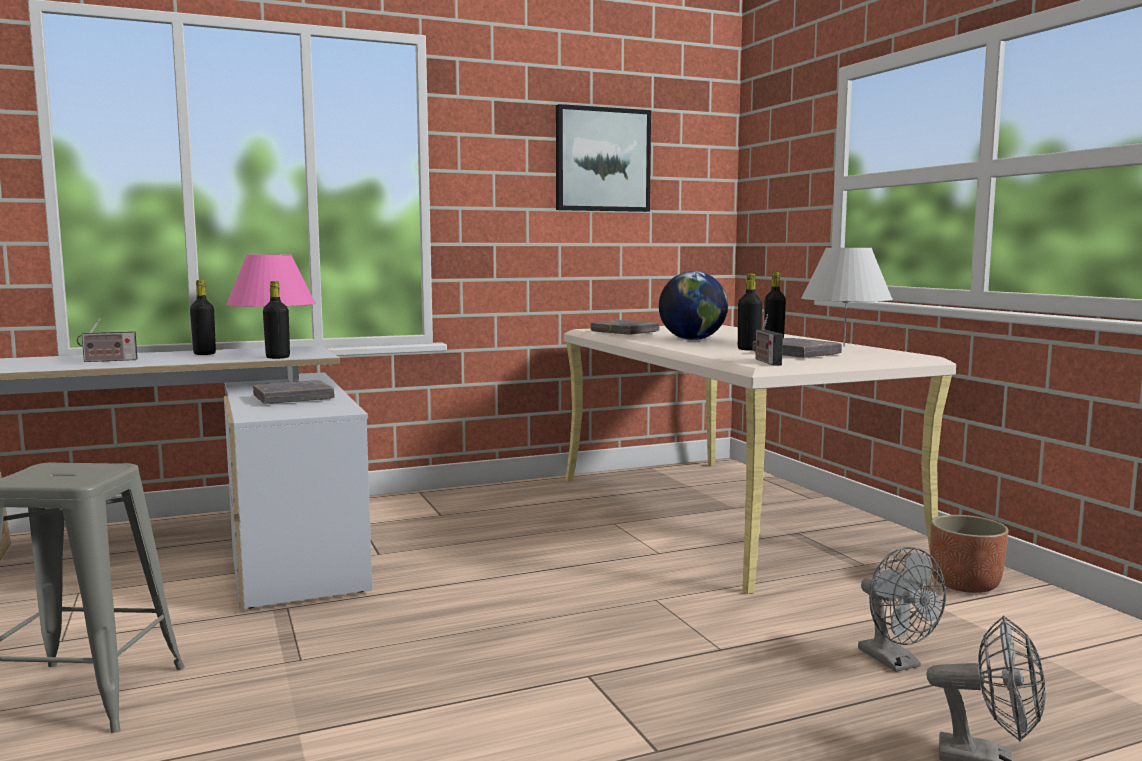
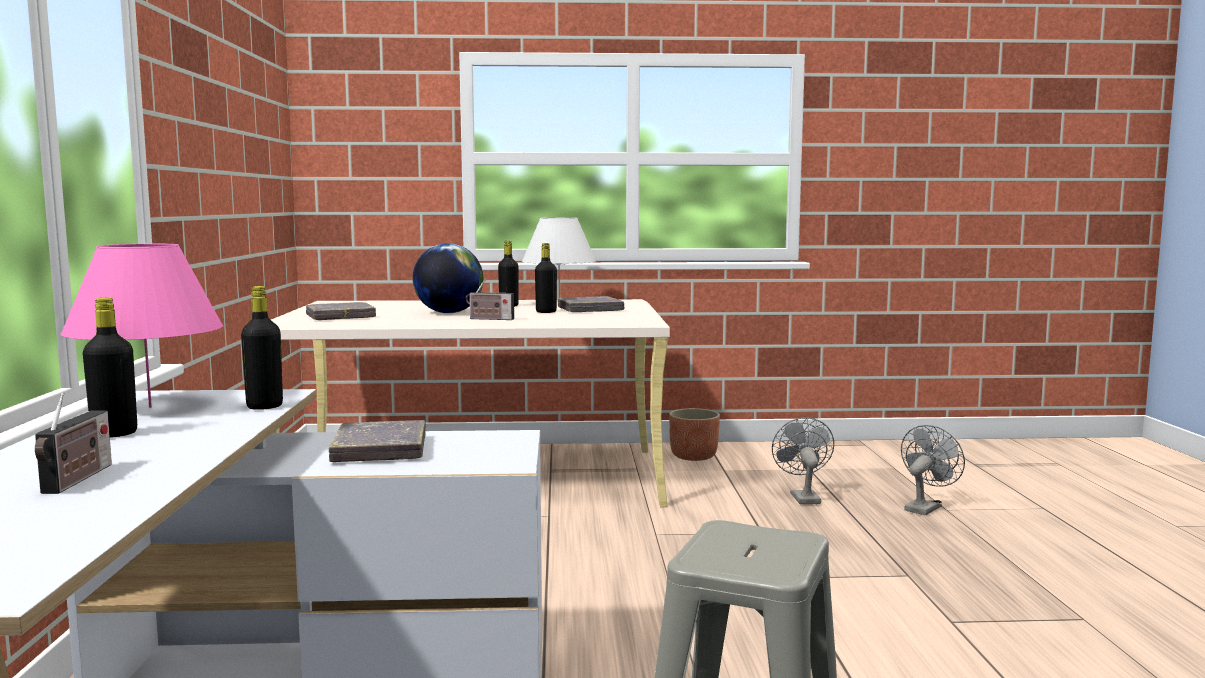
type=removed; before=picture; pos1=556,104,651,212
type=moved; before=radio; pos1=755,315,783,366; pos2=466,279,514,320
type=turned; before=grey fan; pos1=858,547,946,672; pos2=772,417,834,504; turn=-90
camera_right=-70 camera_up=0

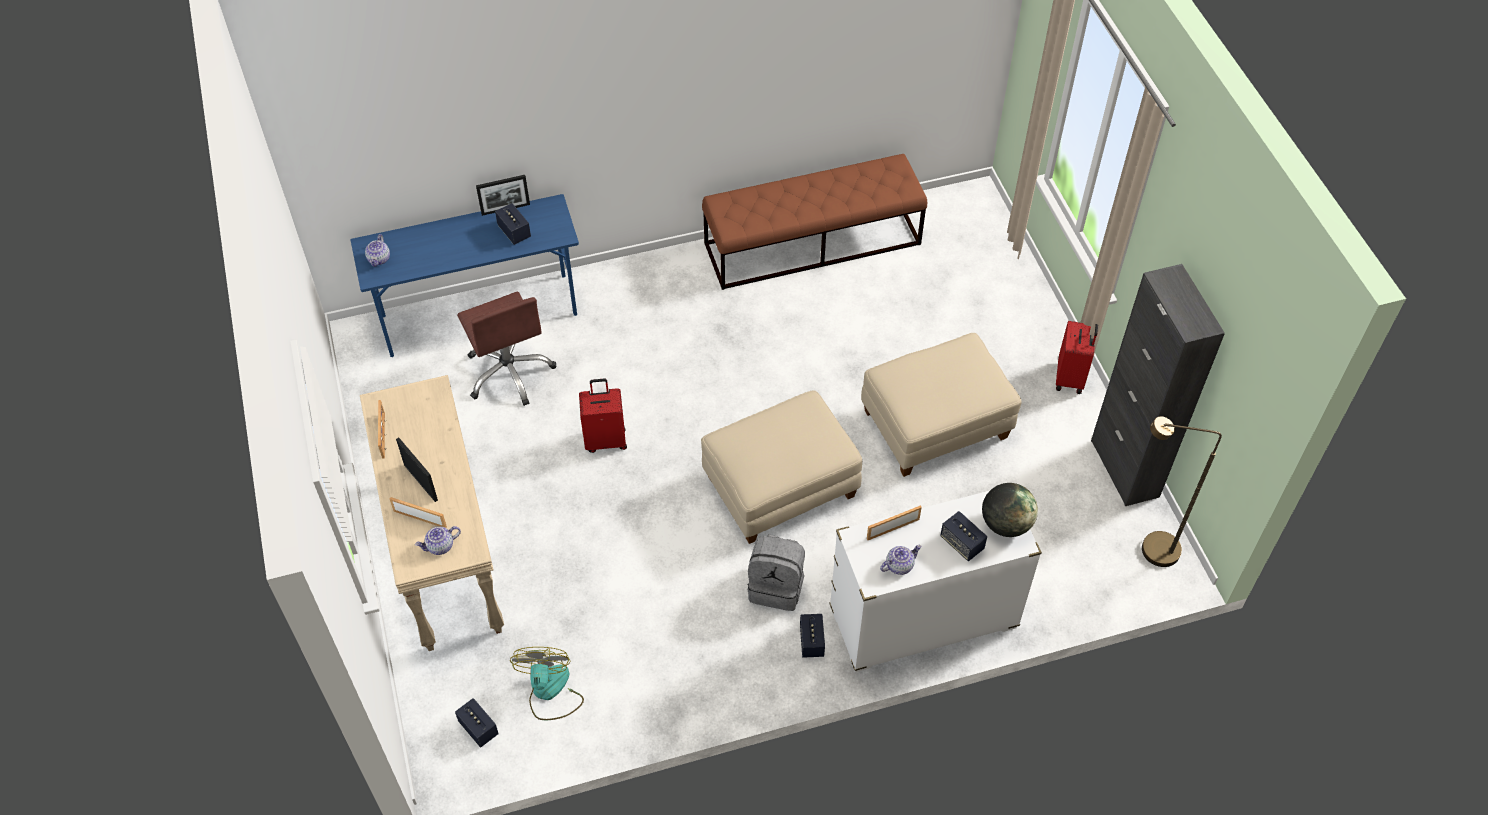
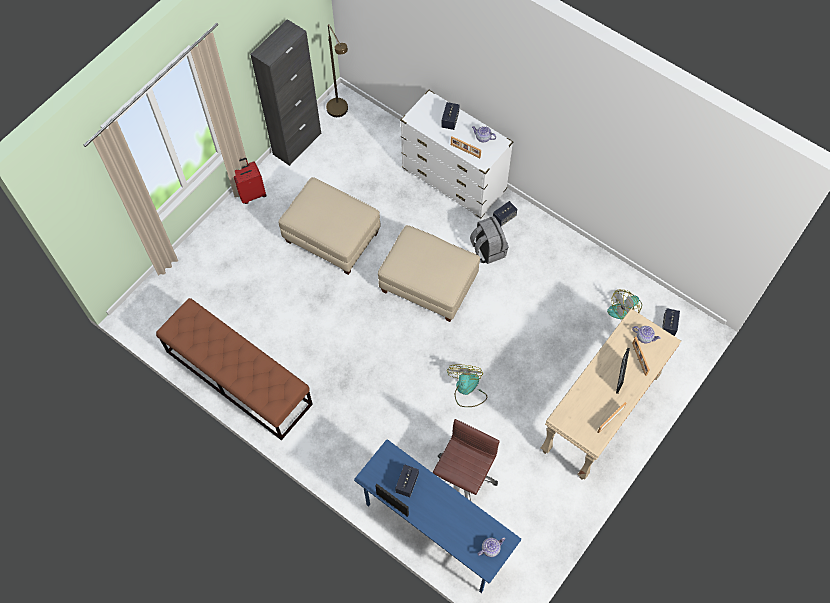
type=replaced; before=red suitcase; after=fan; pos1=579,379,627,453; pos2=447,365,487,407
type=removed; before=globe; pos1=982,483,1038,537
camera_right=-125 camera_up=10

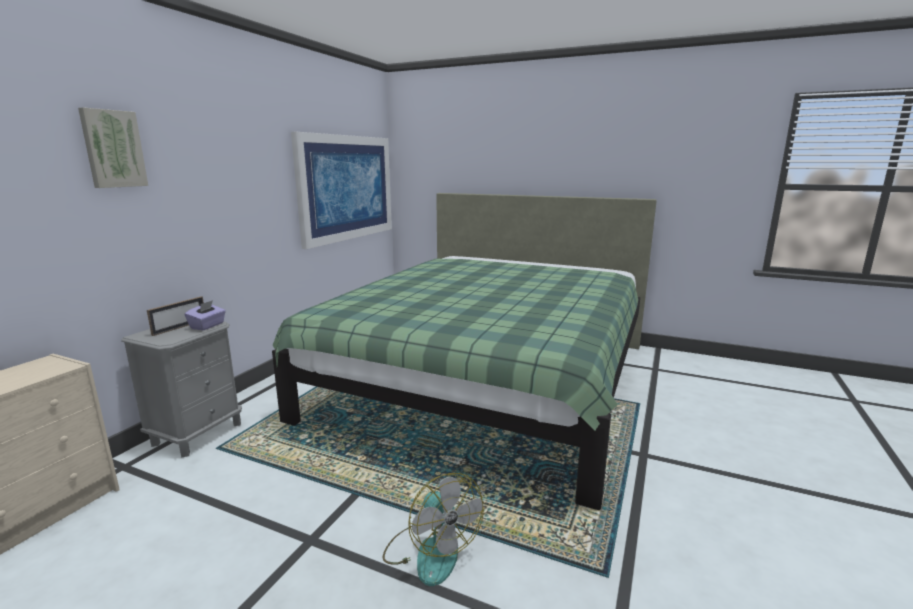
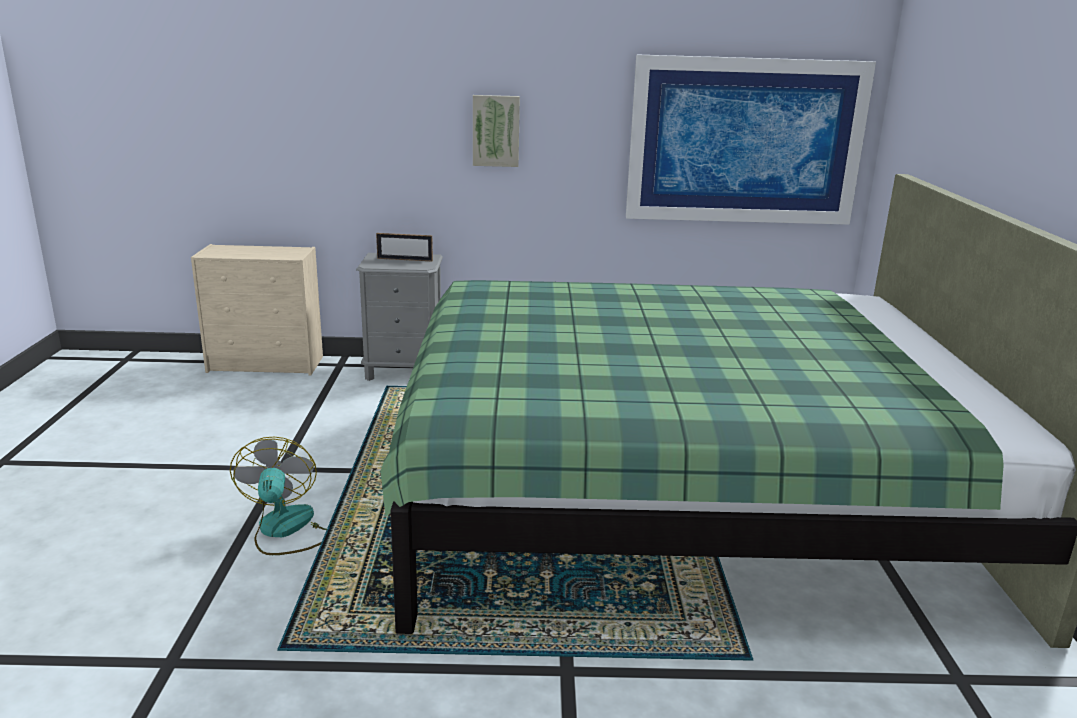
type=moved; before=picture; pos1=78,107,148,188; pos2=473,95,520,167
type=removed; before=purple tissue box; pos1=185,300,226,330
type=turned; before=fan; pos1=383,473,484,586; pos2=230,437,327,555; turn=135
camera_right=65 camera_up=5

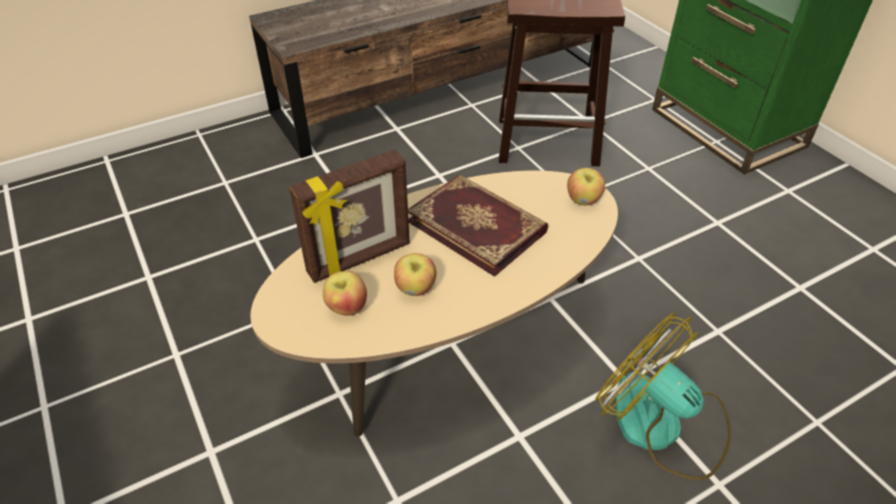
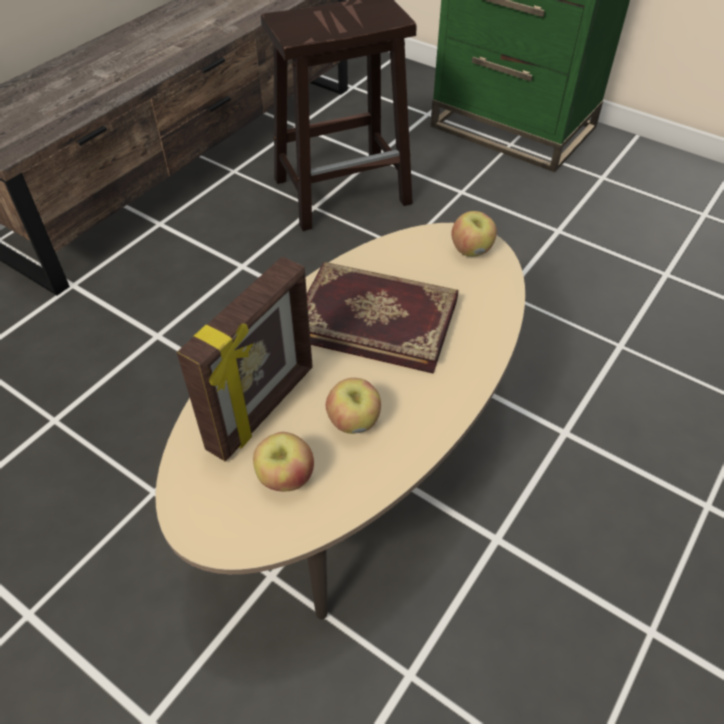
type=removed; before=fan; pos1=595,313,731,480
camera_right=-25 camera_up=5

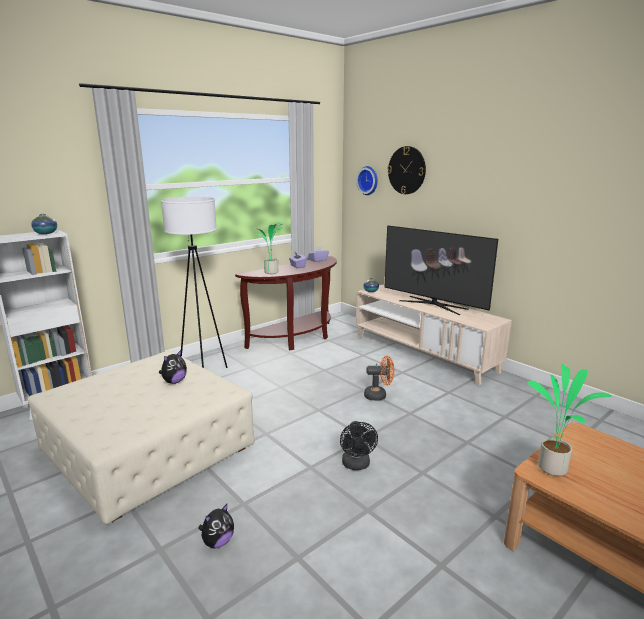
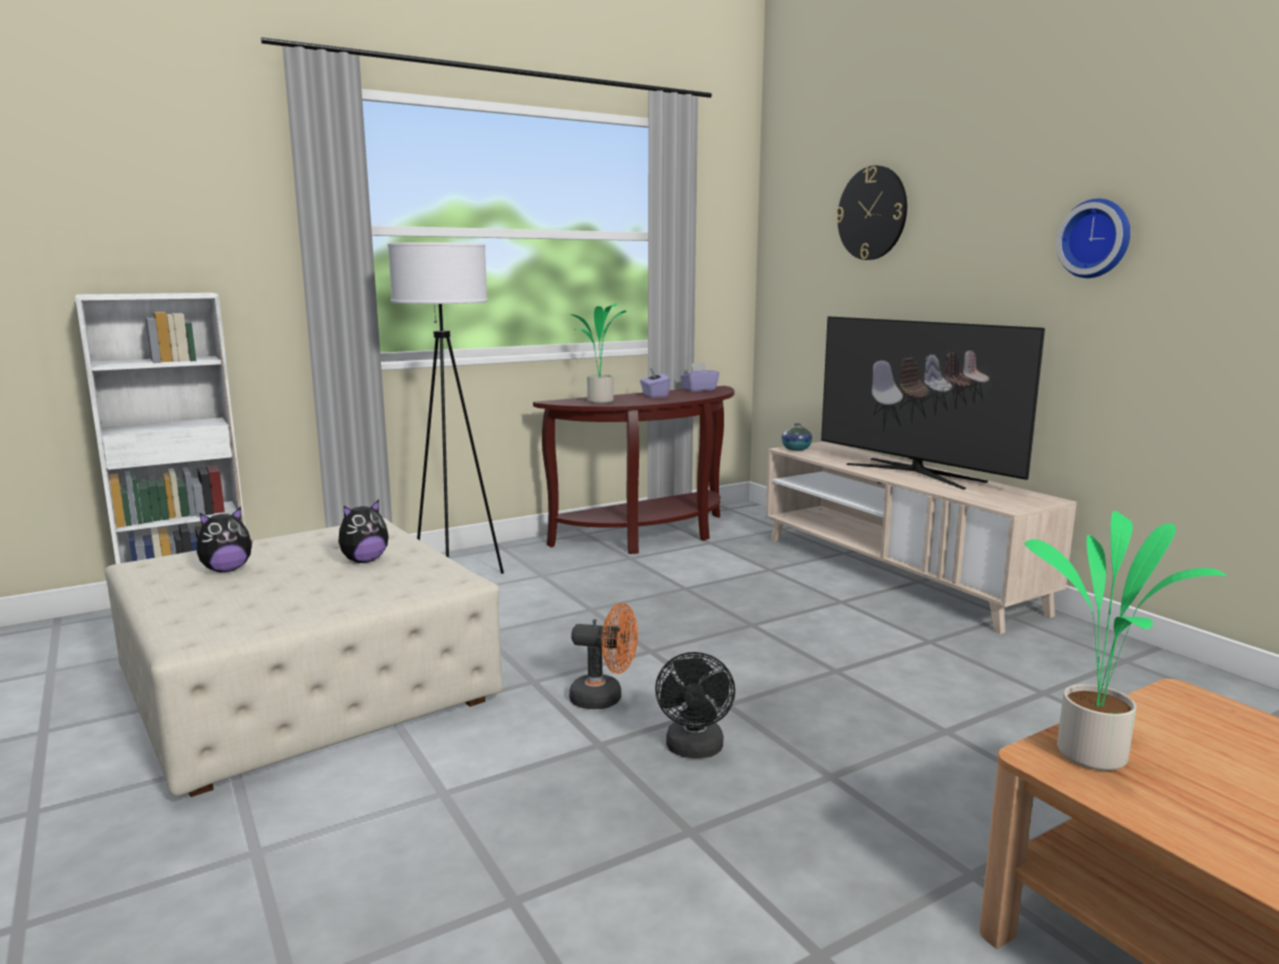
type=moved; before=wall clock; pos1=356,166,378,195; pos2=1056,199,1130,278
type=removed; before=vase; pos1=31,214,57,234
type=moved; before=orange fan; pos1=364,356,394,401; pos2=569,603,638,709
type=moved; before=plush toy; pos1=198,504,234,549; pos2=197,507,253,572
camera_right=10 camera_up=-5

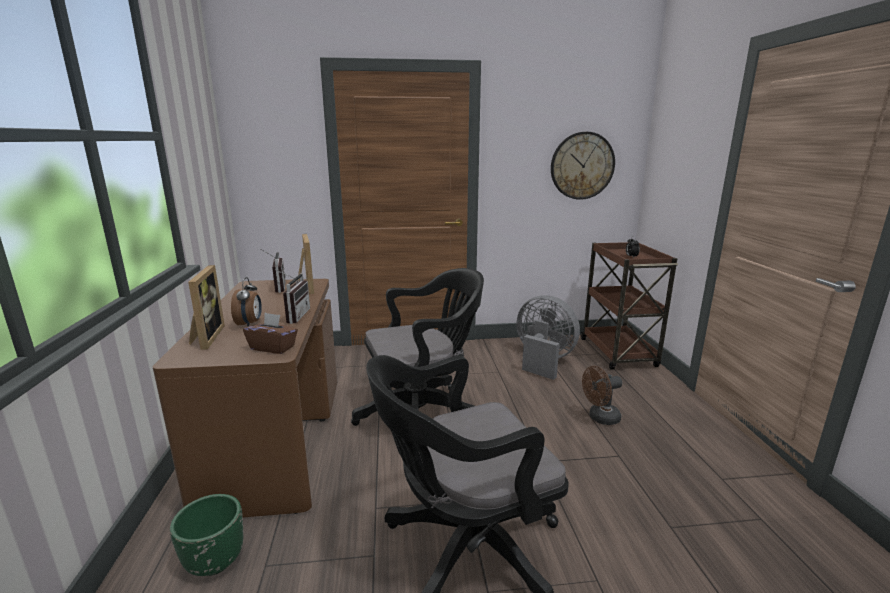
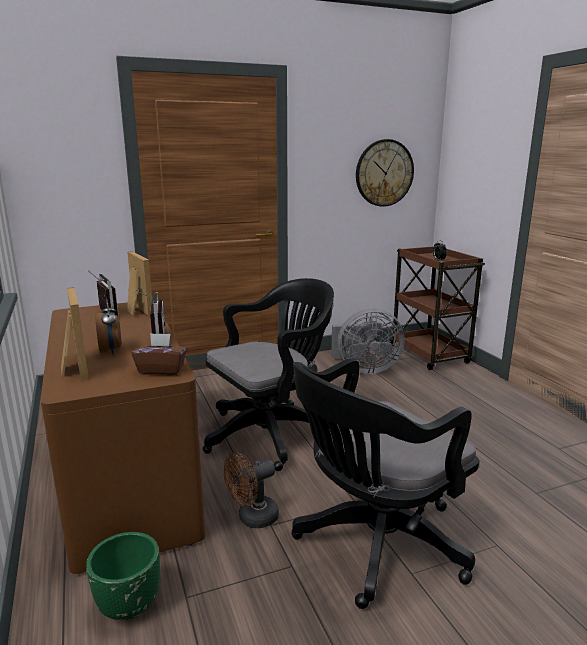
type=turned; before=grey fan; pos1=517,295,580,380; pos2=331,308,405,374; turn=150
type=moved; before=brown fan; pos1=582,366,622,425; pos2=224,452,279,528
camera_right=-15 camera_up=0

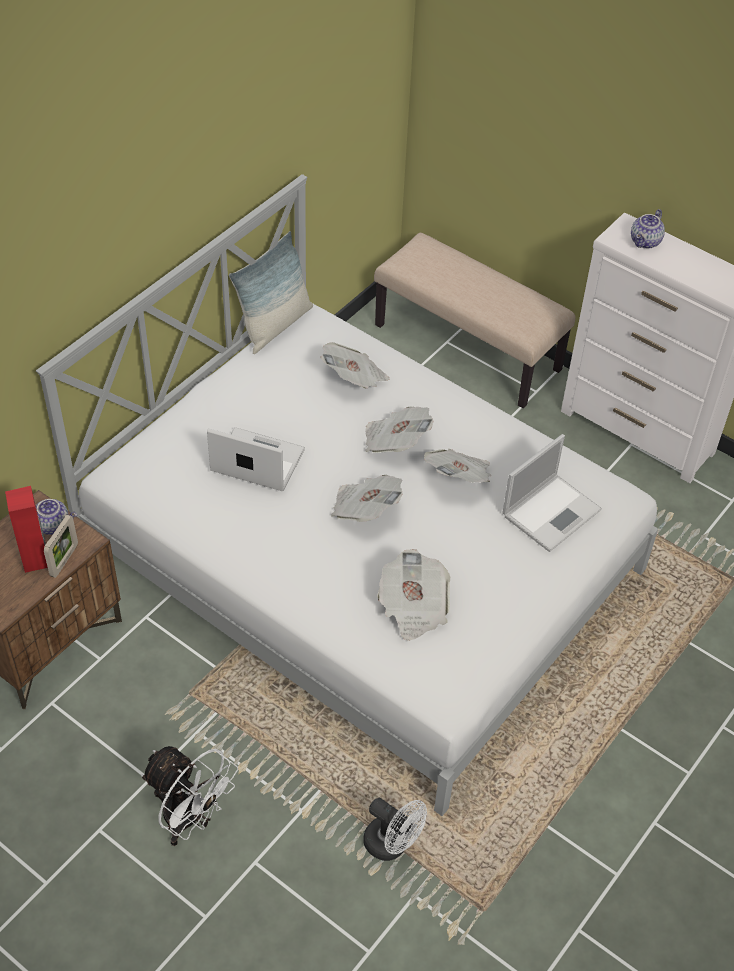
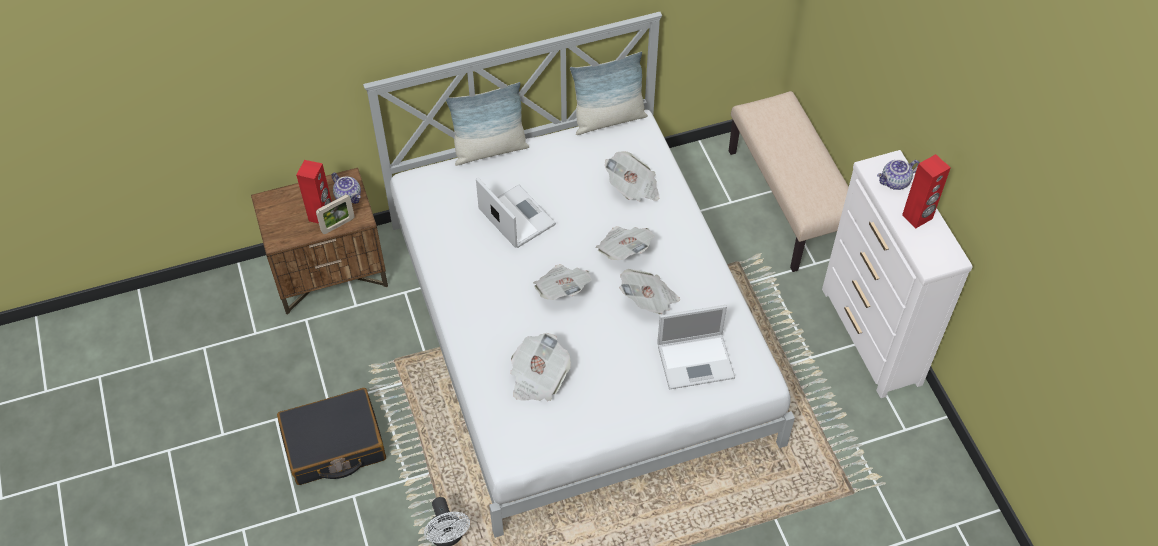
type=replaced; before=white fan; after=black suitcase; pos1=140,746,238,846; pos2=277,388,386,485
type=added; after=pillow; pos2=446,82,529,166
type=added; after=red speaker; pos2=902,154,951,228
camera_right=35 camera_up=5

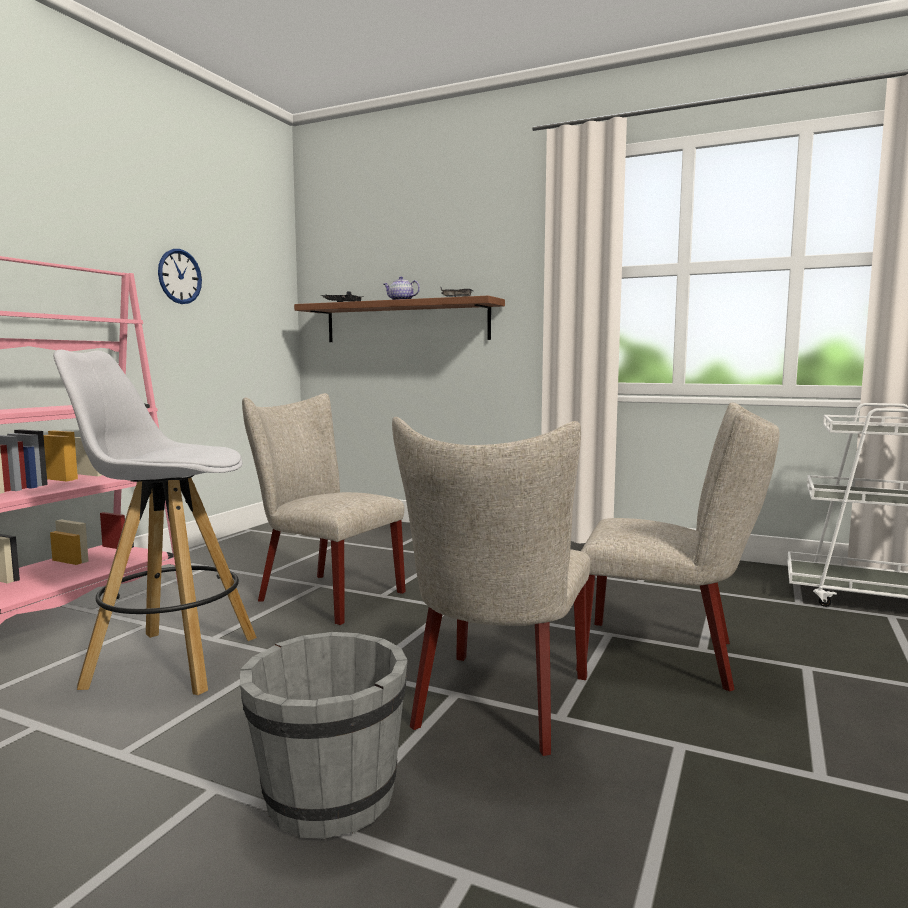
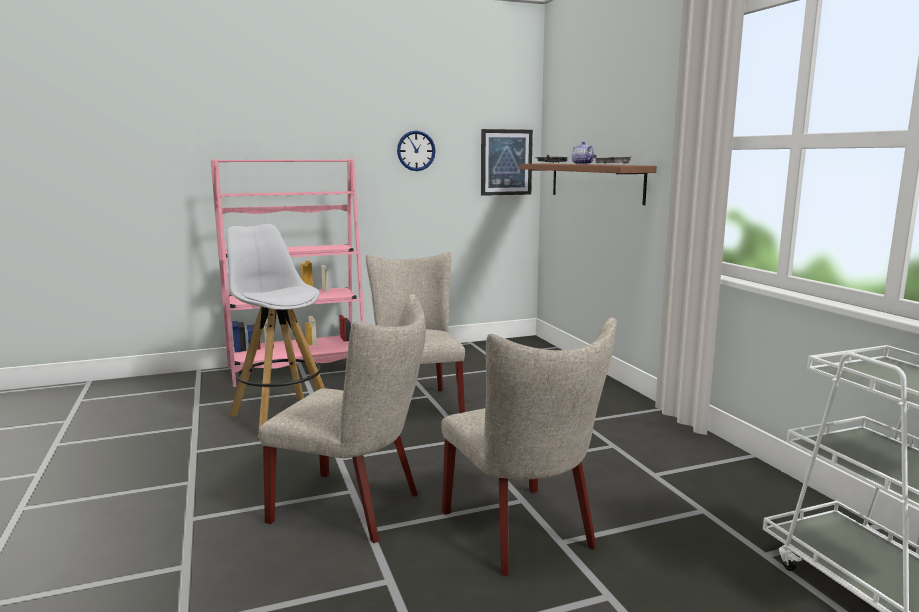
type=turned; before=beige chair; pos1=392,417,591,756; pos2=258,294,426,543; turn=-135
type=removed; before=grey bucket; pos1=240,632,408,839
type=added; after=picture; pos2=481,129,533,196
camera_right=45 camera_up=5

